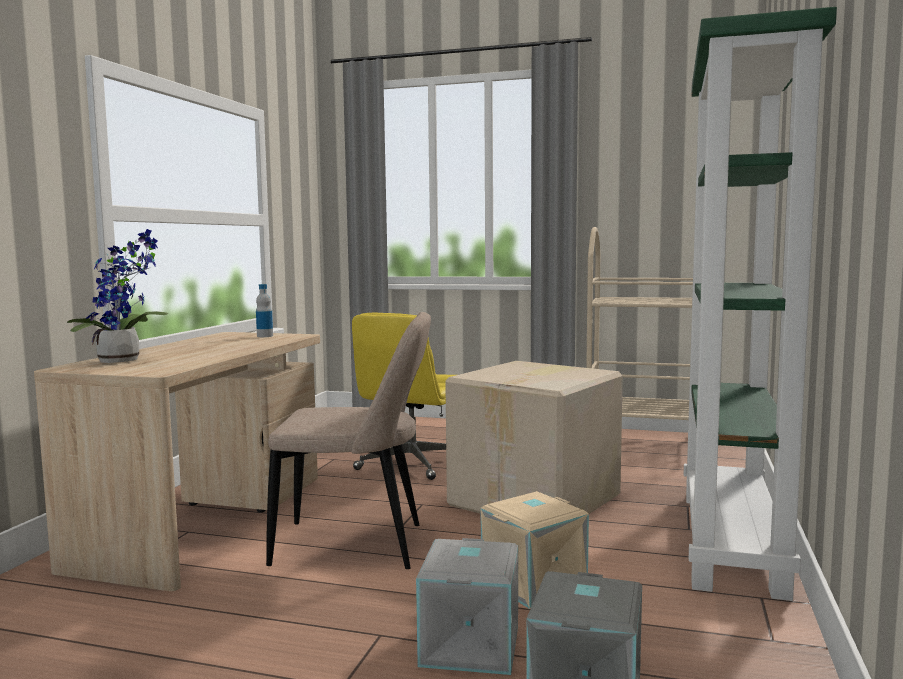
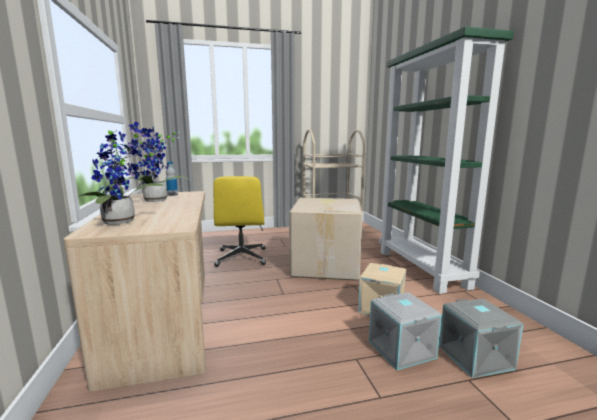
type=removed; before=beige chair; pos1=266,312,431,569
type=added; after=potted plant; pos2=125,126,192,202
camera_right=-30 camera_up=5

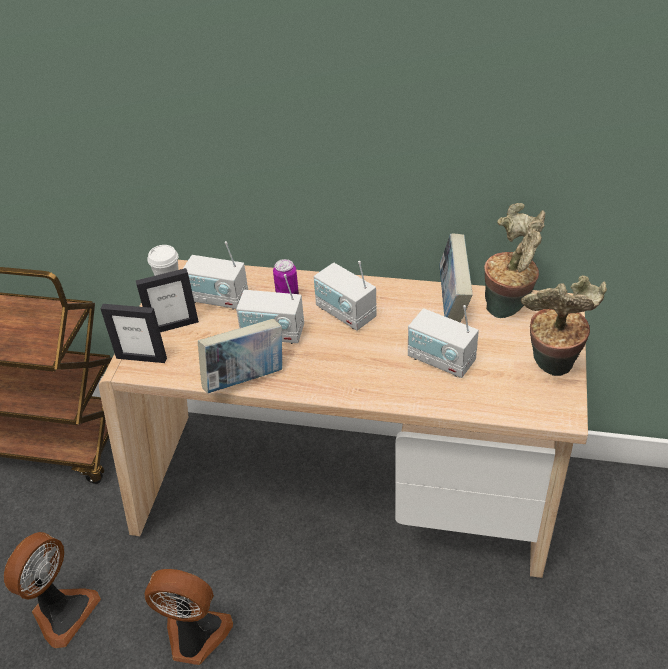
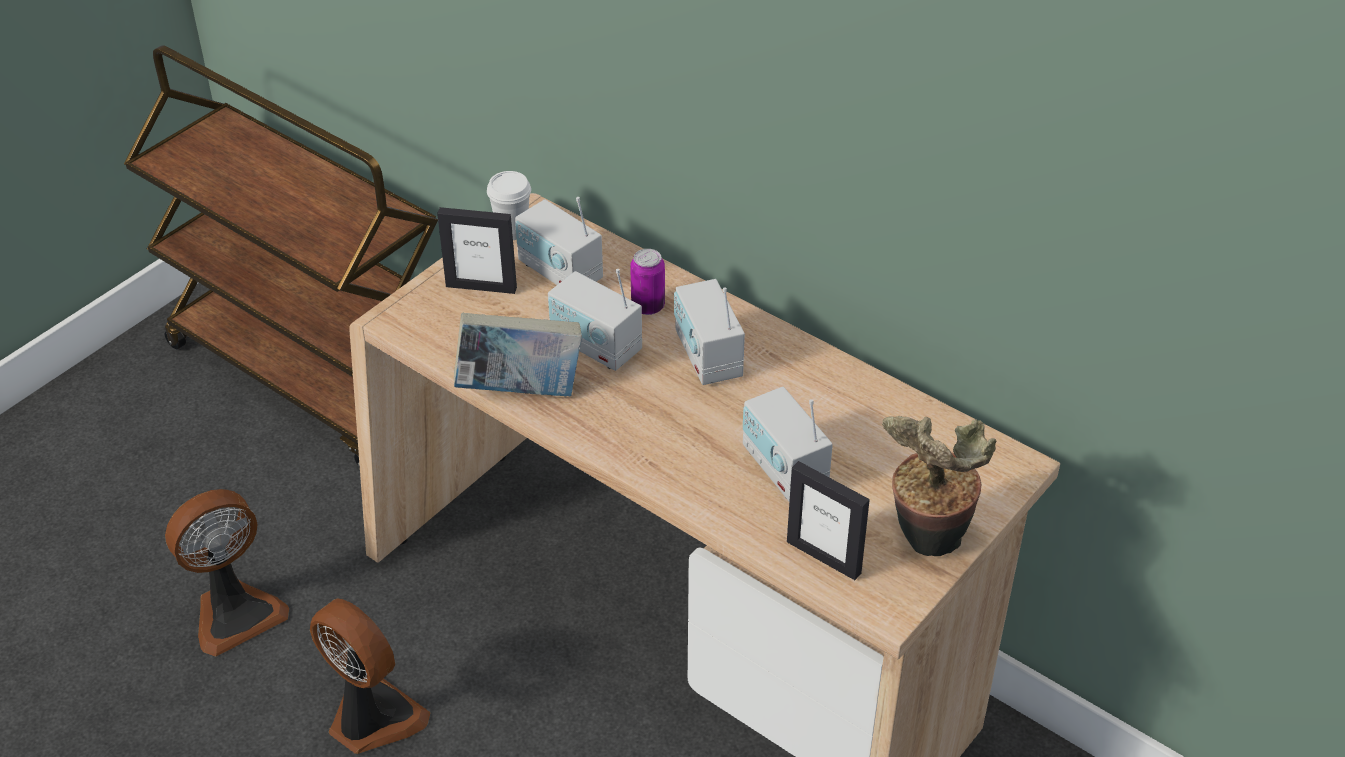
type=removed; before=potted plant; pos1=484,203,545,318
type=removed; before=book; pos1=439,233,473,322
type=moved; before=picture frame; pos1=100,304,167,363; pos2=787,461,870,580
camera_right=25 camera_up=0

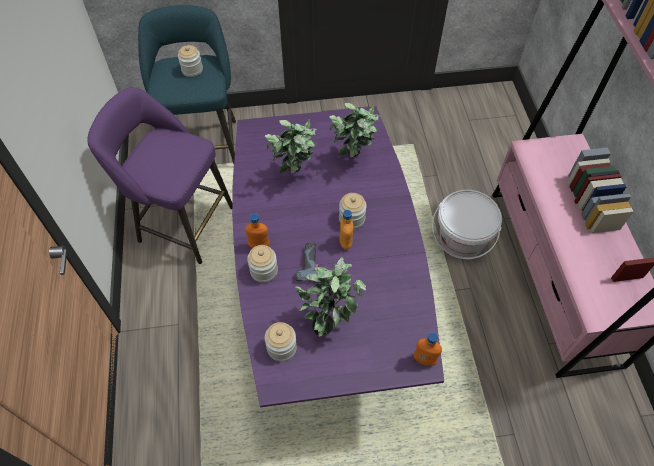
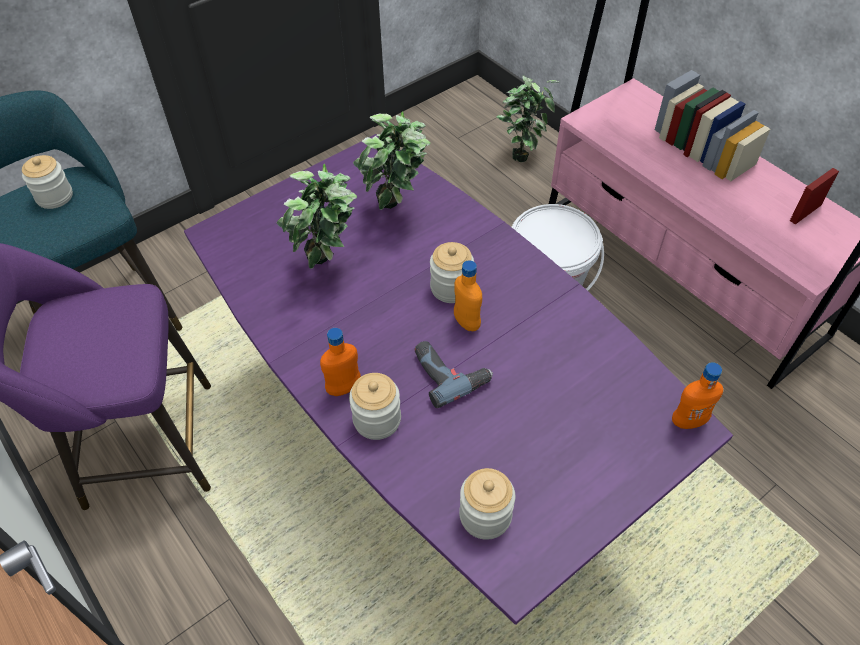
type=moved; before=potted plant; pos1=295,257,366,337; pos2=497,75,560,162
camera_right=-30 camera_up=-5

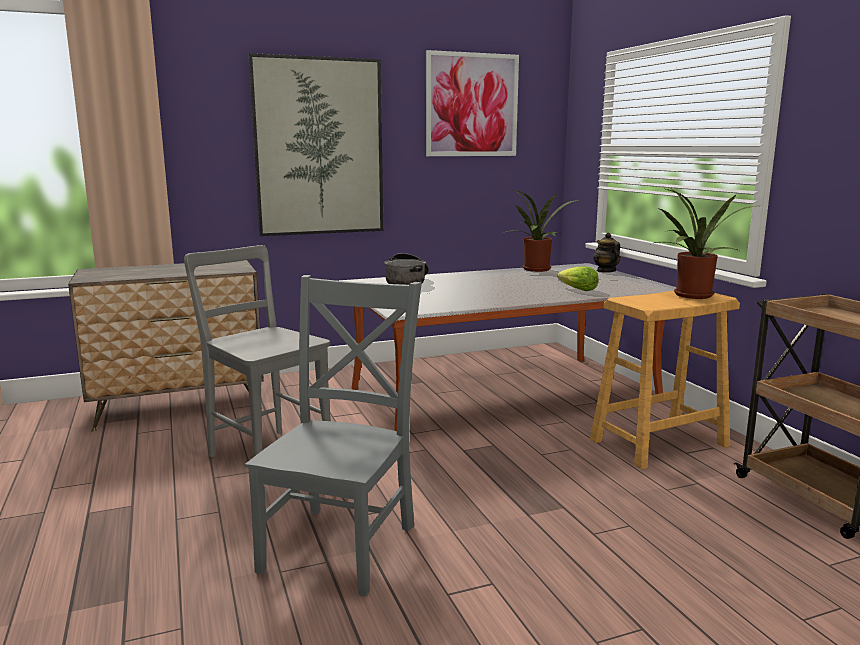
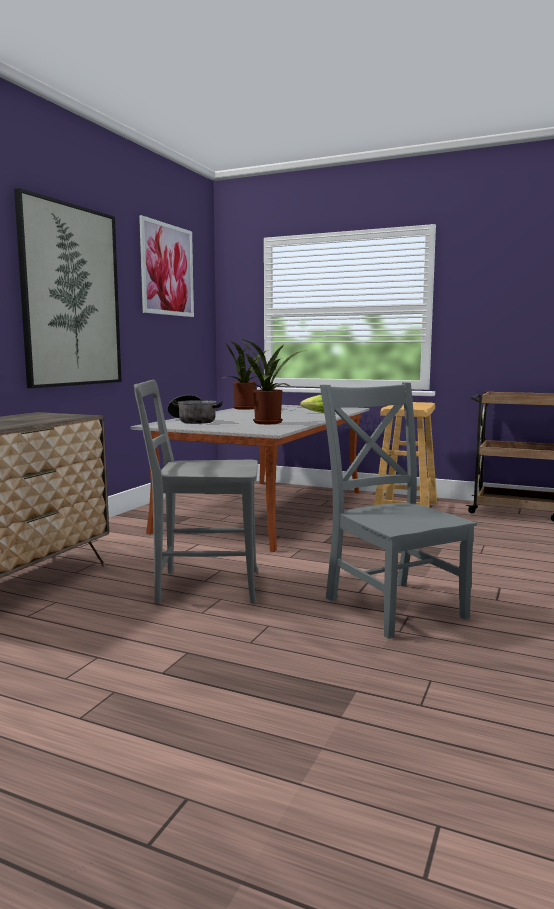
type=moved; before=potted plant; pos1=655,187,757,299; pos2=233,339,303,424
type=removed; before=teapot; pos1=593,233,621,273
camera_right=-45 camera_up=-5

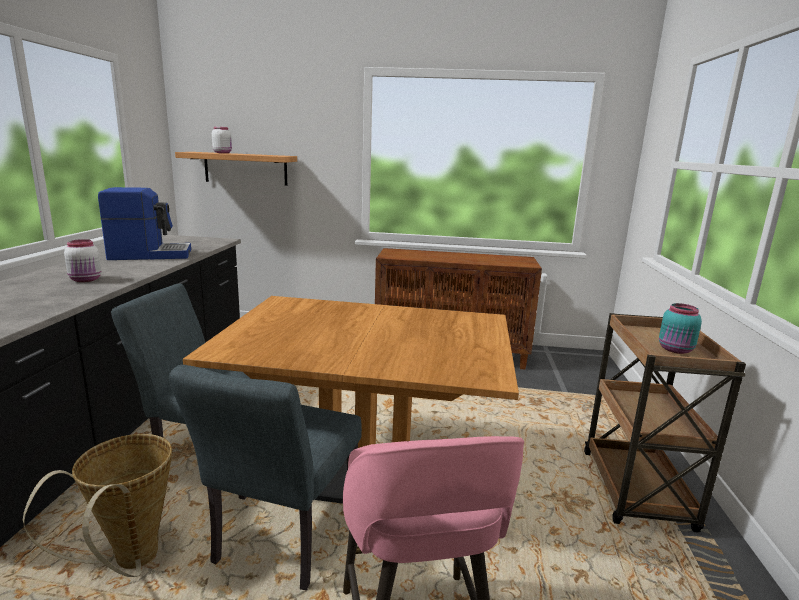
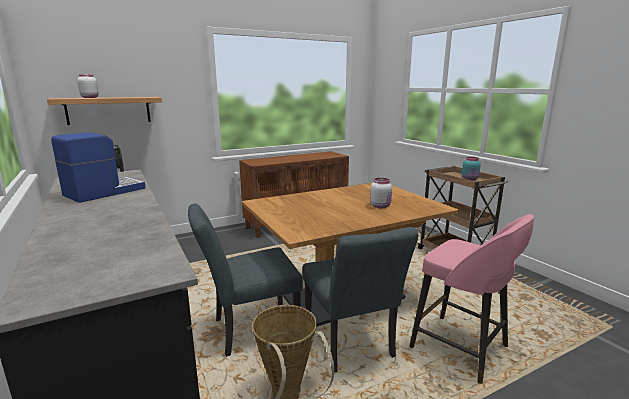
type=moved; before=white jar; pos1=64,239,101,282; pos2=370,178,392,208
camera_right=-35 camera_up=0

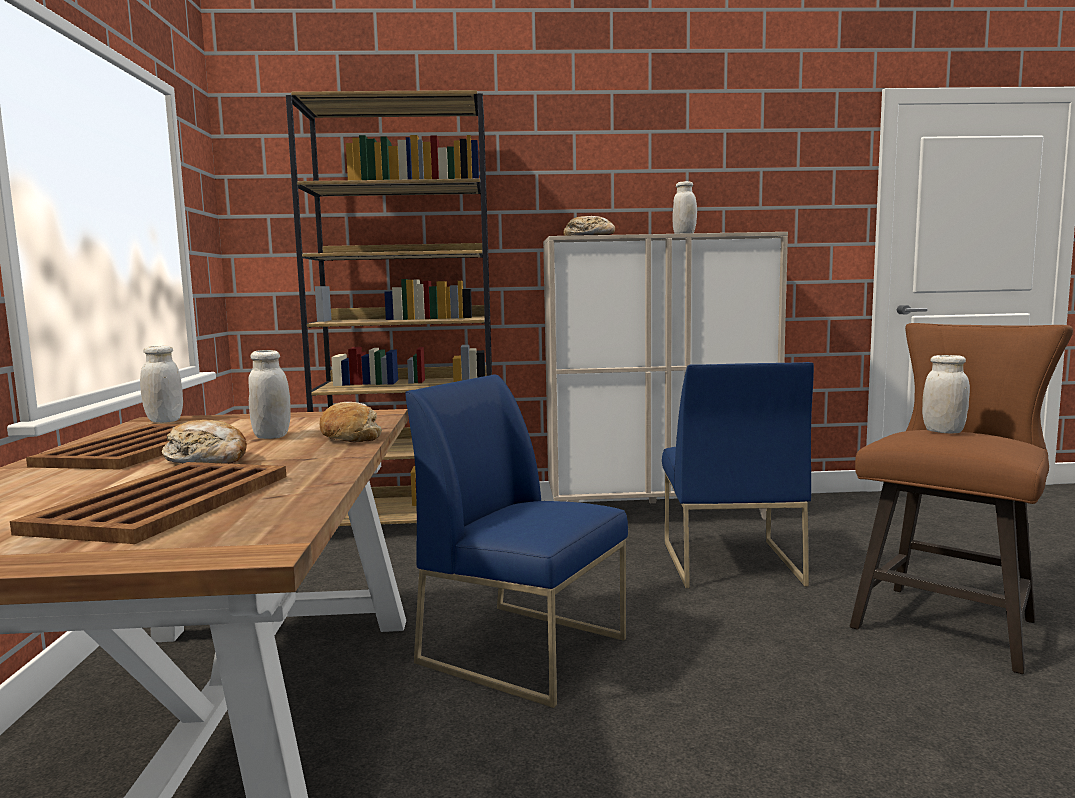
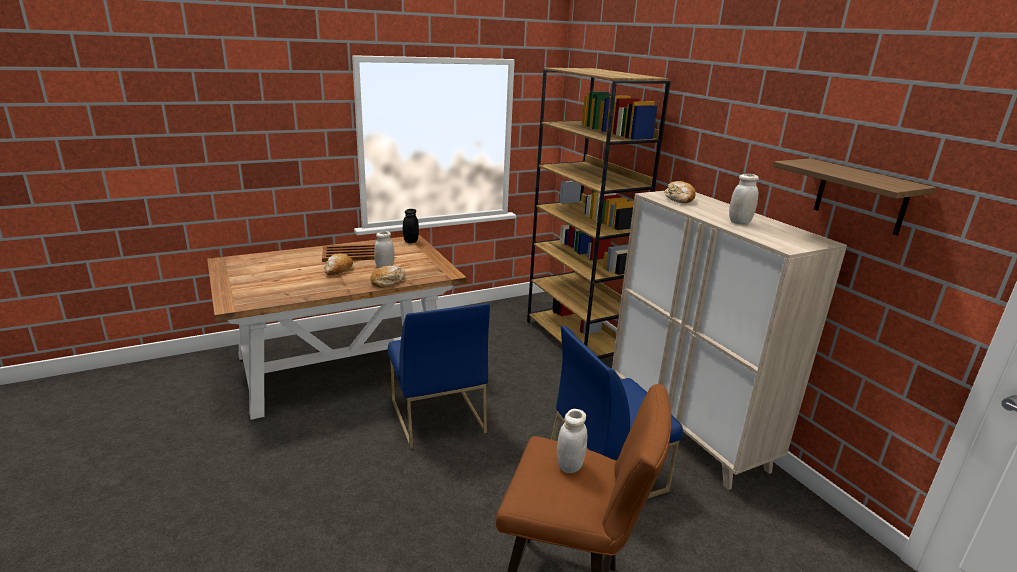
type=recoloured; before=white jar; after=black jar; pos1=140,346,183,423; pos2=403,209,419,243
type=turned; before=blue chair; pos1=405,374,628,708; pos2=388,303,490,449; turn=150
type=removed; before=brown tray; pos1=10,462,286,544
type=added; after=shelf; pos2=773,158,936,235
camera_right=65 camera_up=15

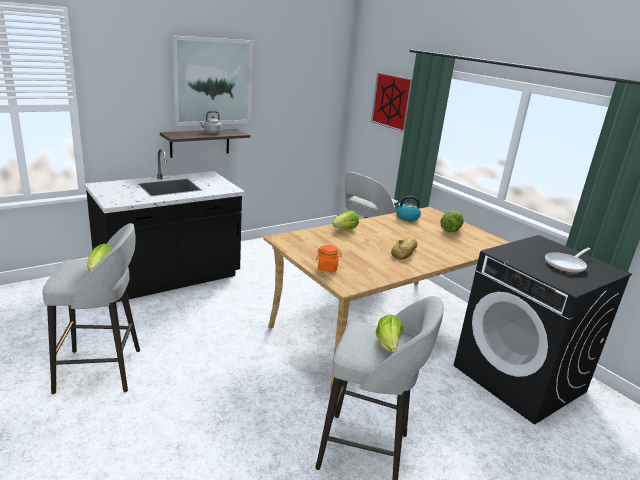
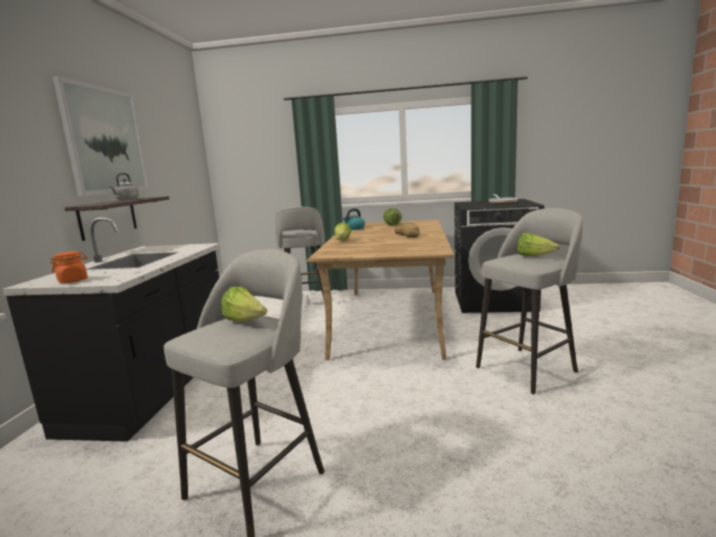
type=removed; before=picture; pos1=371,72,412,132
type=moved; before=orange jar; pos1=316,245,342,272; pos2=50,251,88,283
camera_right=-45 camera_up=-10

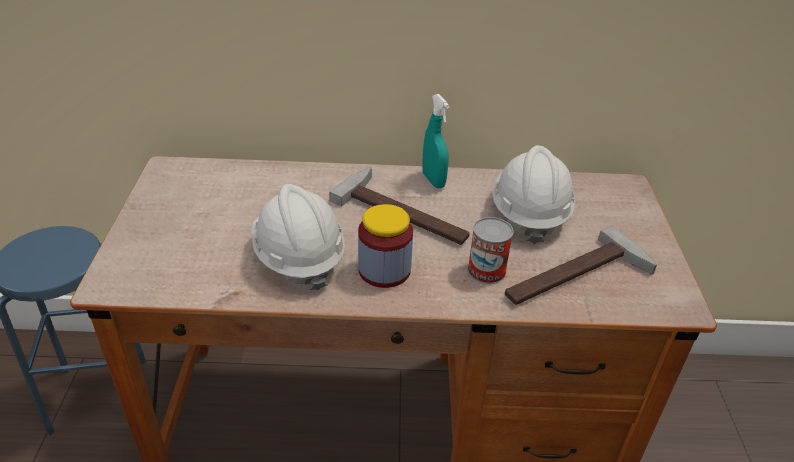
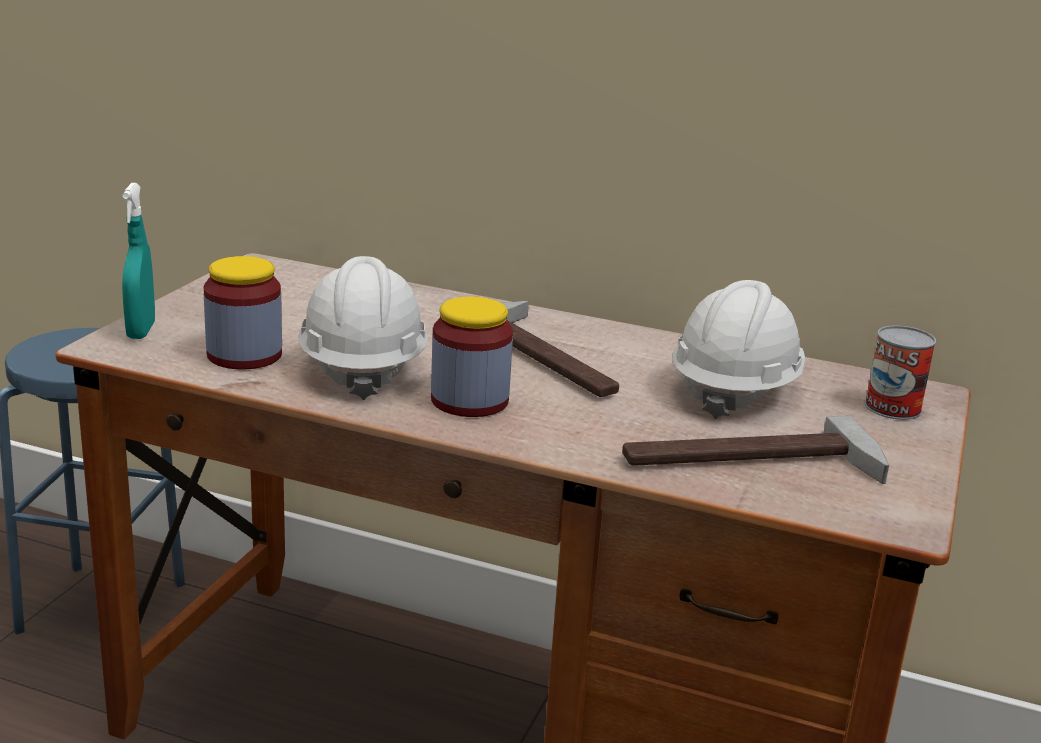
type=moved; before=turquoise spray bottle; pos1=422,94,449,188; pos2=122,183,155,339
type=moved; before=can; pos1=468,217,514,284; pos2=865,325,936,420
type=added; after=jar; pos2=204,256,282,369
camera_right=20 camera_up=-15

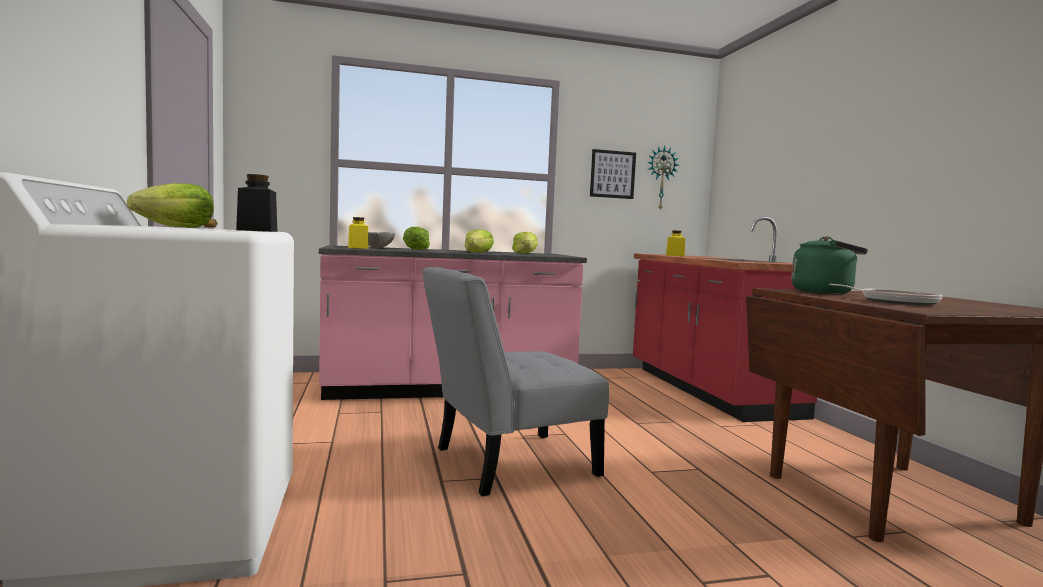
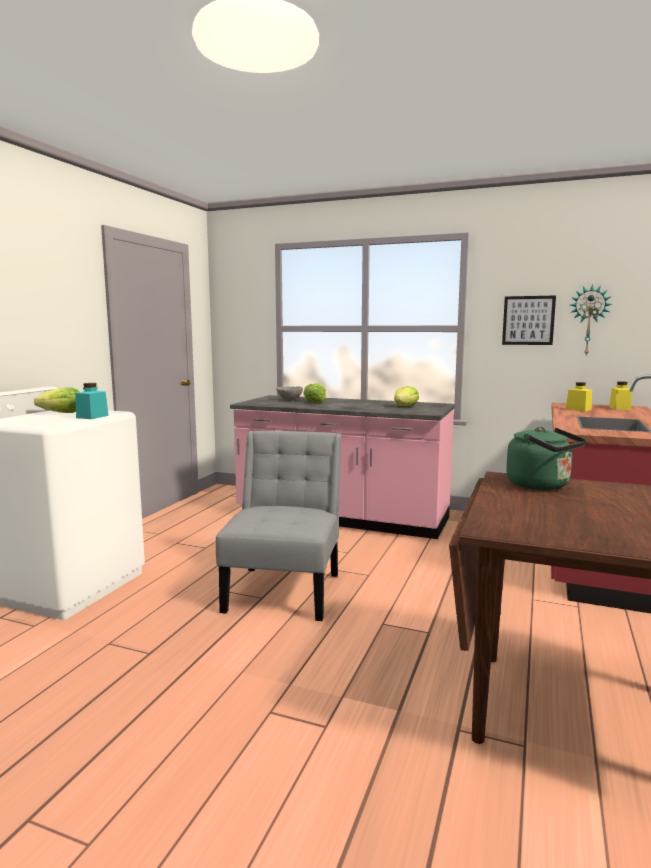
type=recoloured; before=black jar; after=turquoise jar; pos1=236,174,277,232; pos2=75,383,109,419
type=moved; before=yellow jar; pos1=348,217,369,249; pos2=609,381,632,410
type=removed; before=lettuce; pos1=464,229,494,253
type=turned; before=grey chair; pos1=422,267,609,496; pos2=216,431,341,621; turn=90
type=removed; before=frying pan; pos1=829,284,943,305
camera_right=35 camera_up=5

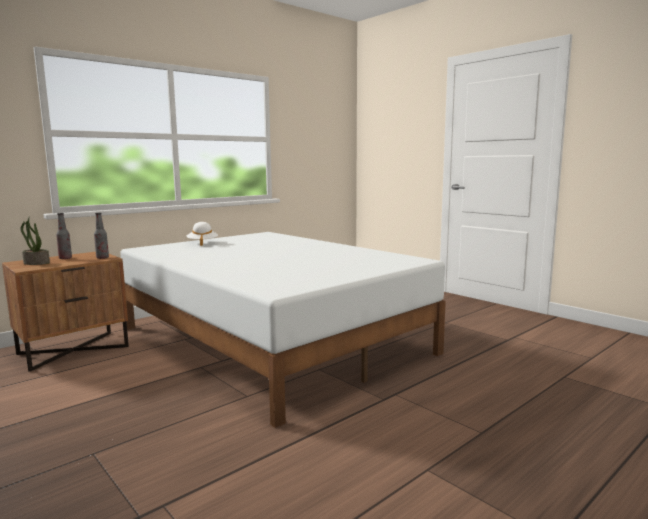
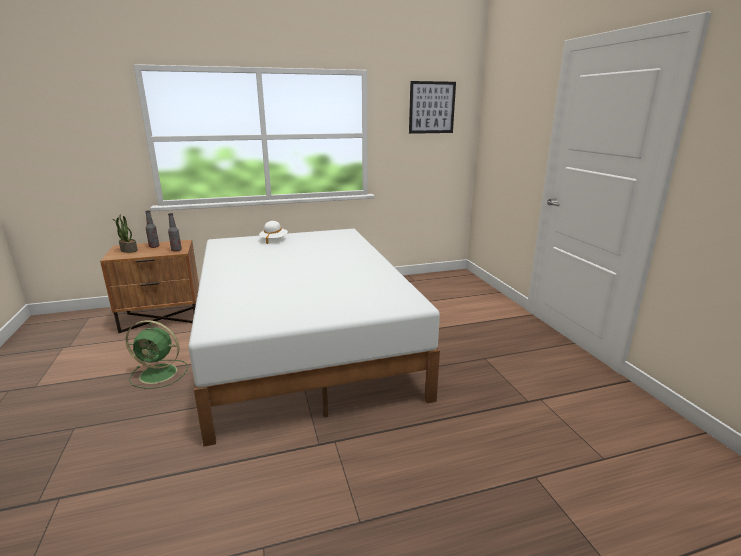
type=added; after=picture; pos2=409,81,456,134
type=added; after=green fan; pos2=126,320,188,389
camera_right=25 camera_up=10

